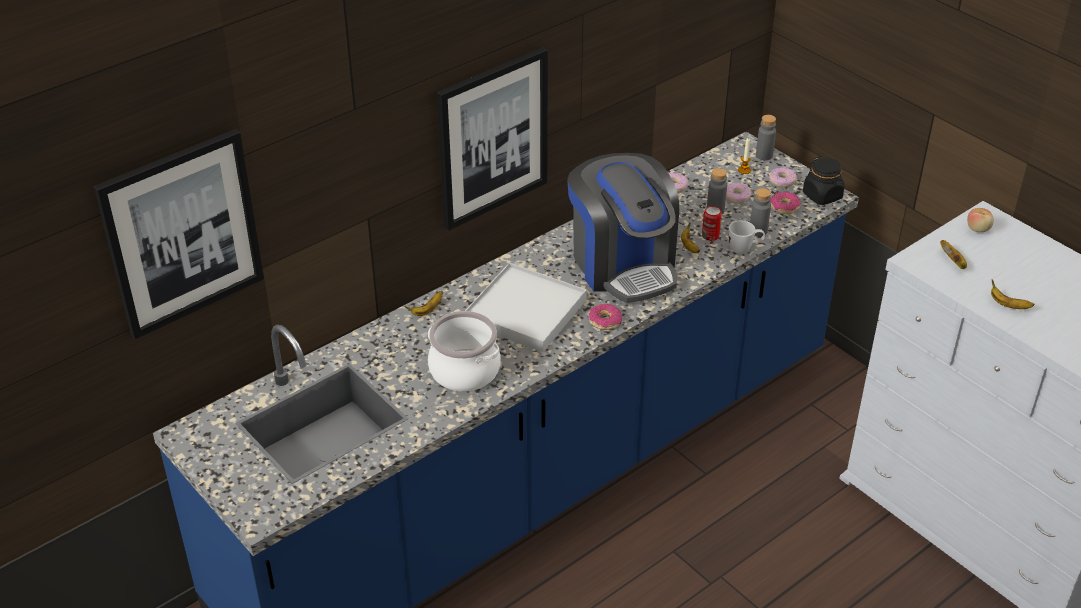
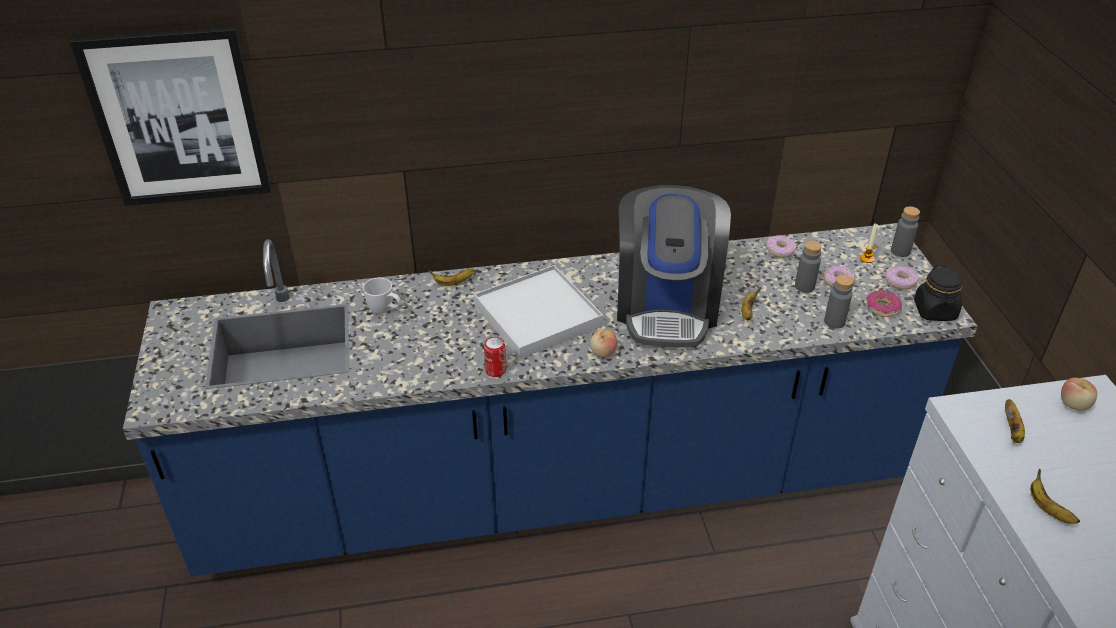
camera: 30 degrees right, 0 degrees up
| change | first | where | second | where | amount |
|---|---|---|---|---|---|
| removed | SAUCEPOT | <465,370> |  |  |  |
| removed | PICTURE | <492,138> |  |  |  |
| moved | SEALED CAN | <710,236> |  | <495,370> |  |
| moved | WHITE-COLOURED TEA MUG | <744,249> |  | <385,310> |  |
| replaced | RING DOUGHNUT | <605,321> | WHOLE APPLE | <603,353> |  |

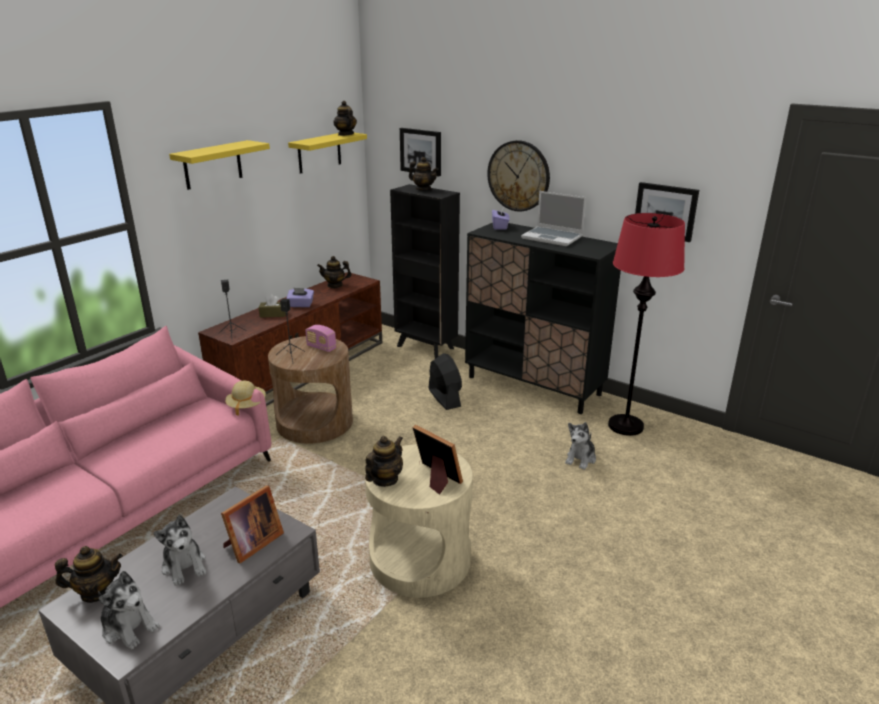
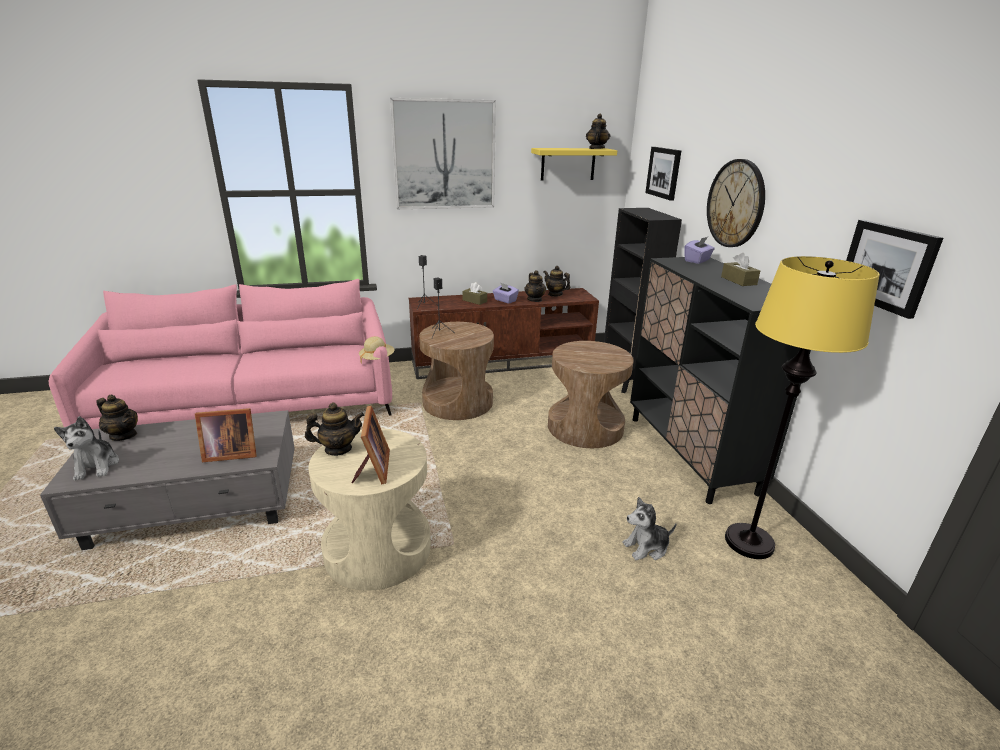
camera: 40 degrees right, 0 degrees up
| change | first | where | second | where | amount |
|---|---|---|---|---|---|
| removed | SOFT TOY | <184,566> |  |  |  |
| removed | RADIO SET | <321,348> |  |  |  |
| moved | POT FOR TEA | <423,189> |  | <534,299> |  |
| replaced | YELLOWISH BRACKET SHELF | <212,165> | PICTURE | <444,155> |  |
| replaced | BLACK-COLOURED COOLING FAN | <444,398> | BROWN ACCENT TABLE | <585,427> |  |
| replaced | NOTEBOOK COMPUTER | <553,237> | BROWN BOX OF TISSUES | <738,281> |  |
| recoloured | REDDISH STANDARD LAMP | <625,426> | YELLOWISH STANDARD LAMP | <749,542> |  |

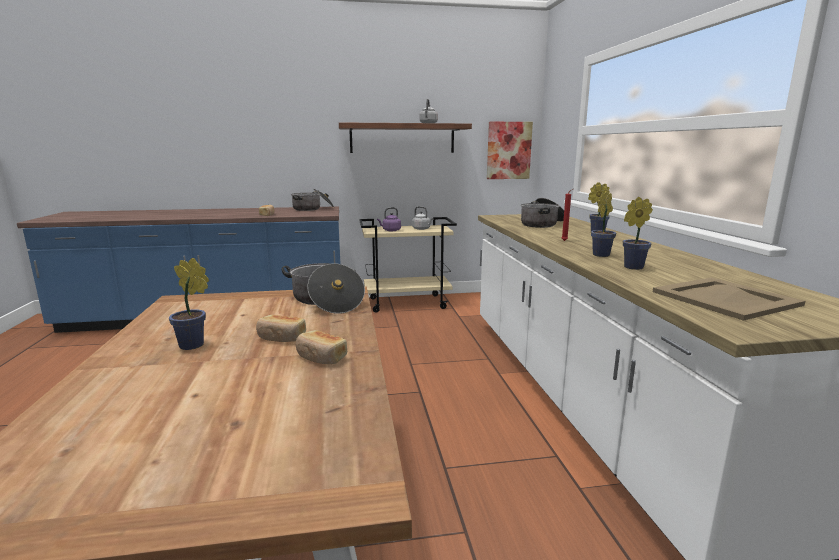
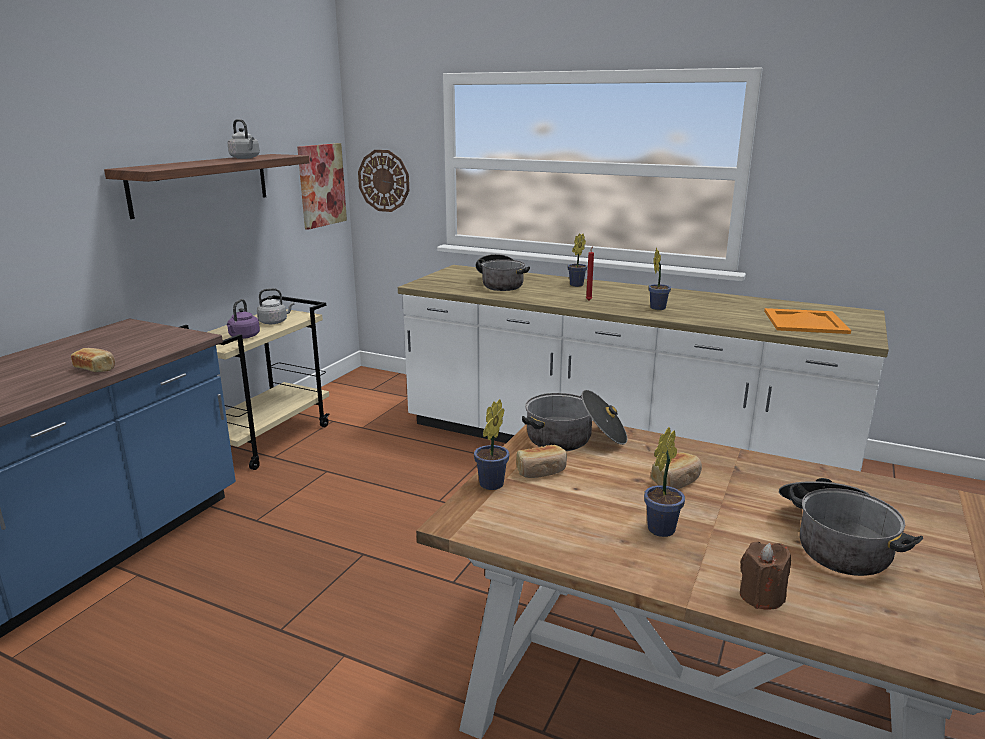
camera: 55 degrees left, 5 degrees up
| change | first | where | second | where | amount |
|---|---|---|---|---|---|
| added |  |  | HANGING CLOCK | <384,181> |  |
| added |  |  | BROWN WAX LIGHT | <761,596> |  |
| moved | SAUCEPOT | <313,208> |  | <834,541> |  |
| moved | BAKERY BREAD | <321,357> |  | <541,471> |  |
| moved | HOUSEPLANT | <631,267> |  | <489,486> |  |
| recoloured | BEIGE-COLOURED CARRYING TRAY | <723,298> | ORANGEY CARRYING TRAY | <804,322> |  |

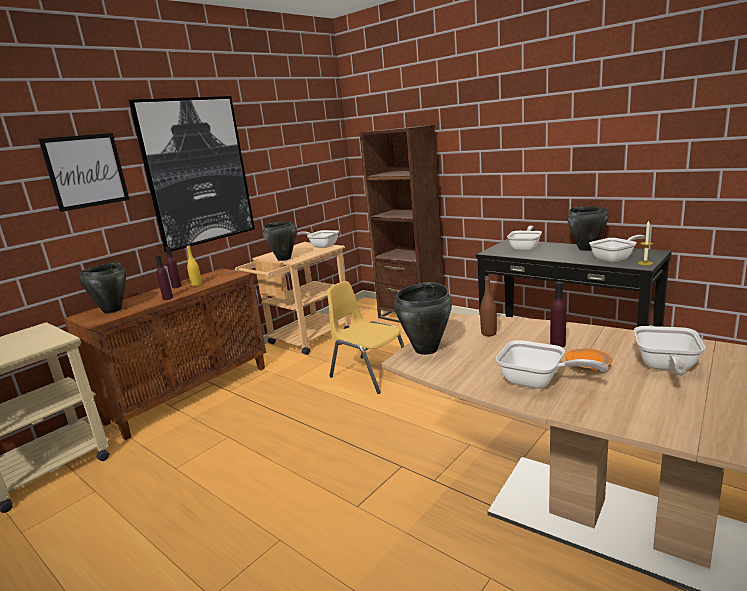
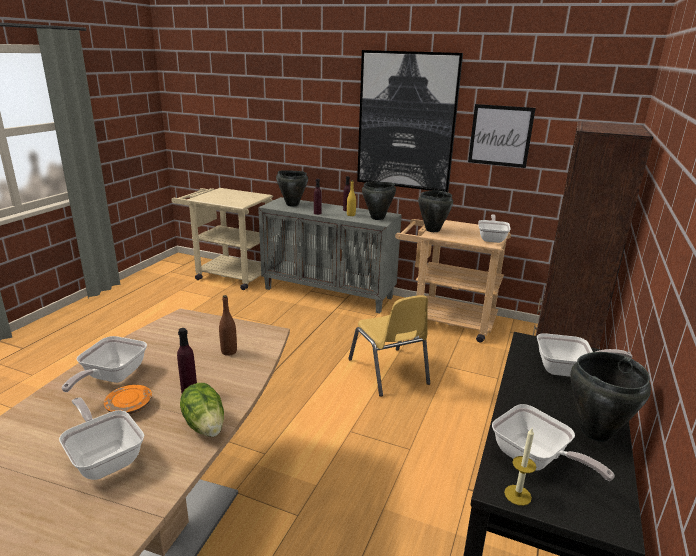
camera: 70 degrees right, 5 degrees up
| change | first | where | second | where | amount |
|---|---|---|---|---|---|
| added |  |  | HEAD OF LETTUCE | <205,425> |  |
| moved | PICTURE | <86,171> |  | <500,136> |  |
| moved | BLACK-COLOURED SAUCEPOT | <426,349> |  | <377,218> |  |
| recoloured | BROWN CUPBOARD | <190,393> | GRAY CUPBOARD | <329,293> |  |
| turned | YELLOWISH UPRIGHT CHAIR | <370,373> |  | <388,372> | 135 degrees clockwise |
| turned | SKILLET | <665,368> |  | <105,458> | 45 degrees clockwise |

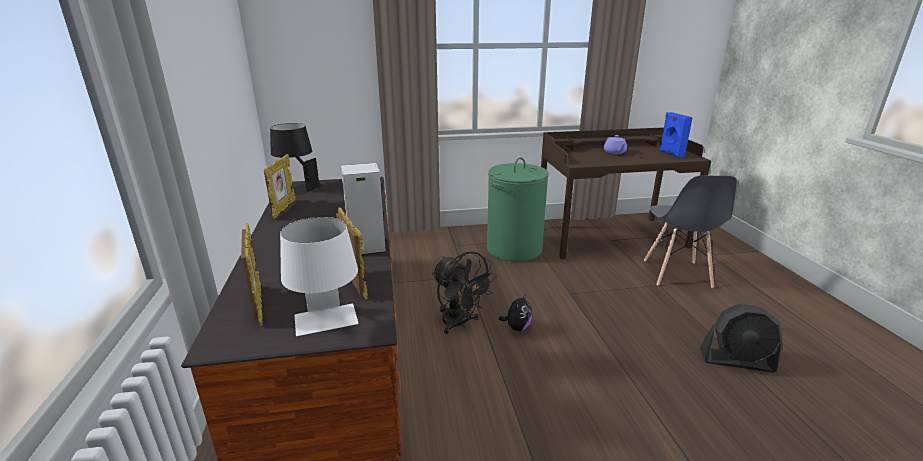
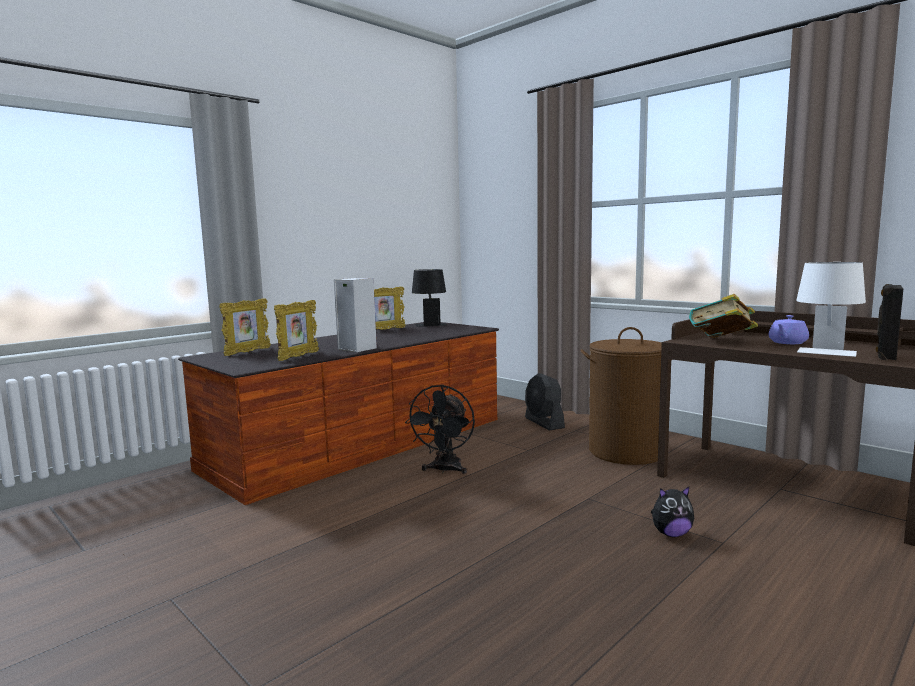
camera: 55 degrees right, 15 degrees down
| change | first | where | second | where | amount |
|---|---|---|---|---|---|
| removed | GRAY UPRIGHT CHAIR | <676,273> |  |  |  |
| added |  |  | BOOK | <722,341> |  |
| moved | WHITE-COLOURED TABLETOP LAMP | <327,326> |  | <826,353> |  |
| moved | SOFT TOY | <517,327> |  | <671,534> |  |
| moved | BLACK-COLOURED COOLING FAN | <737,361> |  | <544,423> |  |
| recoloured | GREEN HAMPER | <514,249> | BROWN HAMPER | <626,452> |  |
| recoloured | BLUISH AUDIO SPEAKER | <670,153> | BLACK-COLOURED AUDIO SPEAKER | <885,355> |  |

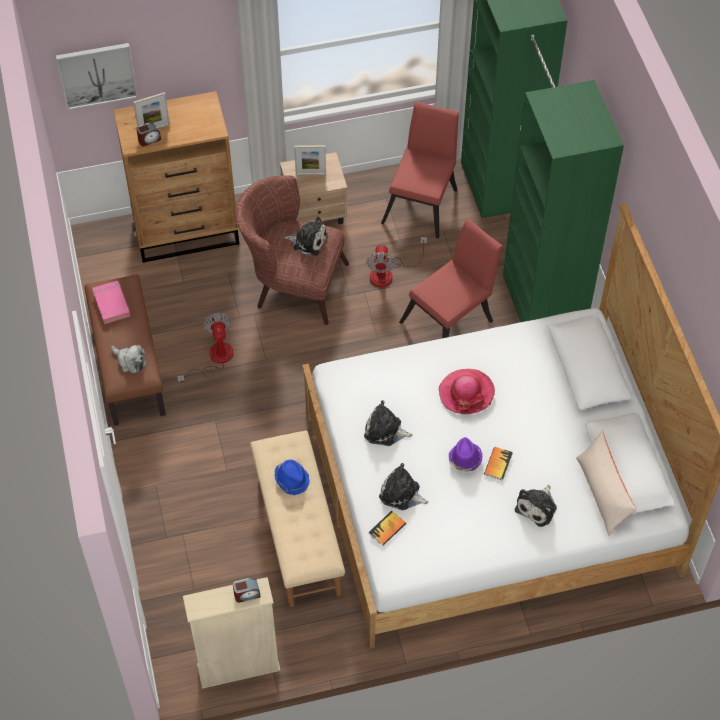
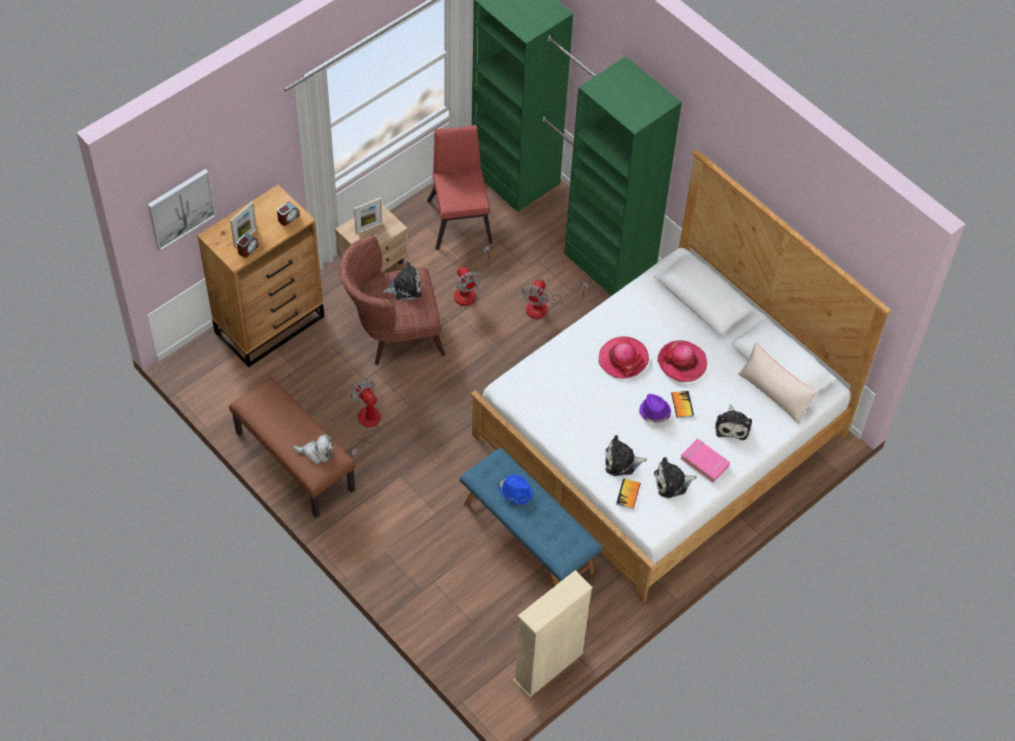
camera: 30 degrees left, 0 degrees up
| change | first | where | second | where | amount |
|---|---|---|---|---|---|
| added |  |  | WEARABLE HAT | <682,362> |  |
| moved | PINK BOOK | <112,304> |  | <704,462> |  |
| moved | BEDSIDE CLOCK | <247,594> |  | <288,218> |  |
| moved | SOFT TOY | <385,431> |  | <672,482> |  |
| replaced | REDDISH UPRIGHT CHAIR | <451,319> | COOLING FAN | <544,307> |  |
| recoloured | BEIGE-COLOURED INDOOR BENCH | <299,532> | BLUISH INDOOR BENCH | <529,537> |  |

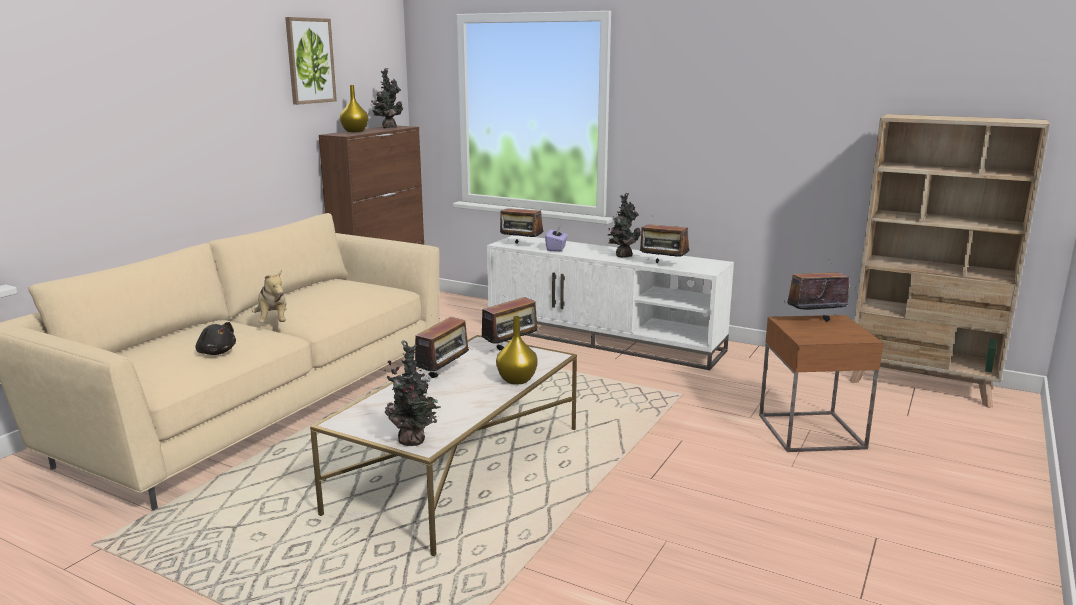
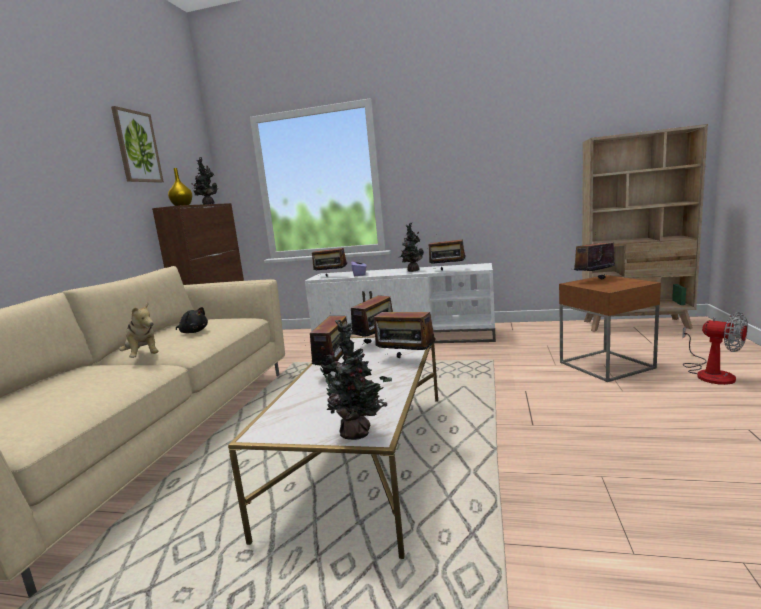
camera: 15 degrees left, 5 degrees down
| change | first | where | second | where | amount |
|---|---|---|---|---|---|
| added |  |  | COOLING FAN | <710,373> |  |
| moved | BLACK-COLOURED SOFT TOY | <216,352> |  | <193,332> |  |
| replaced | YELLOWISH FLOWER VASE | <517,380> | RADIO SET | <406,361> |  |

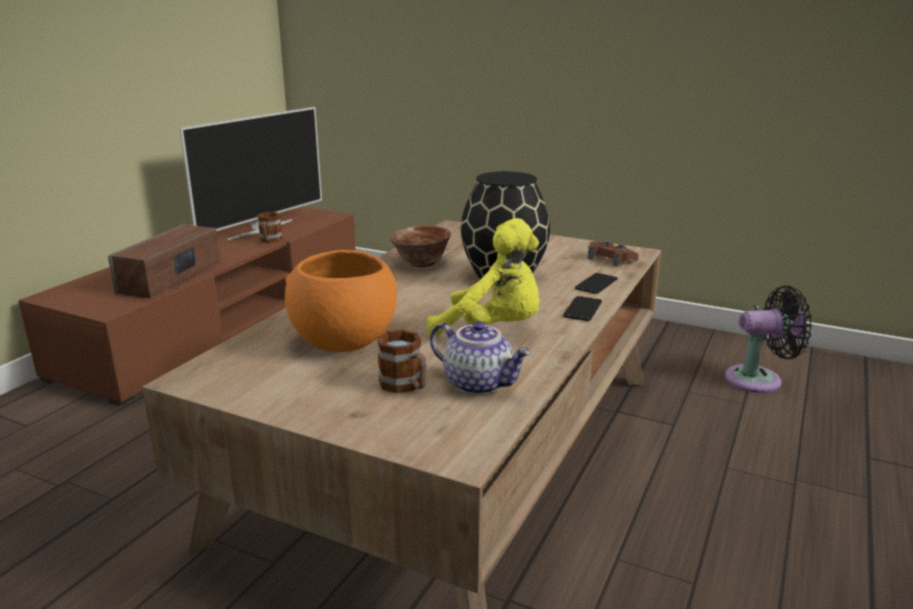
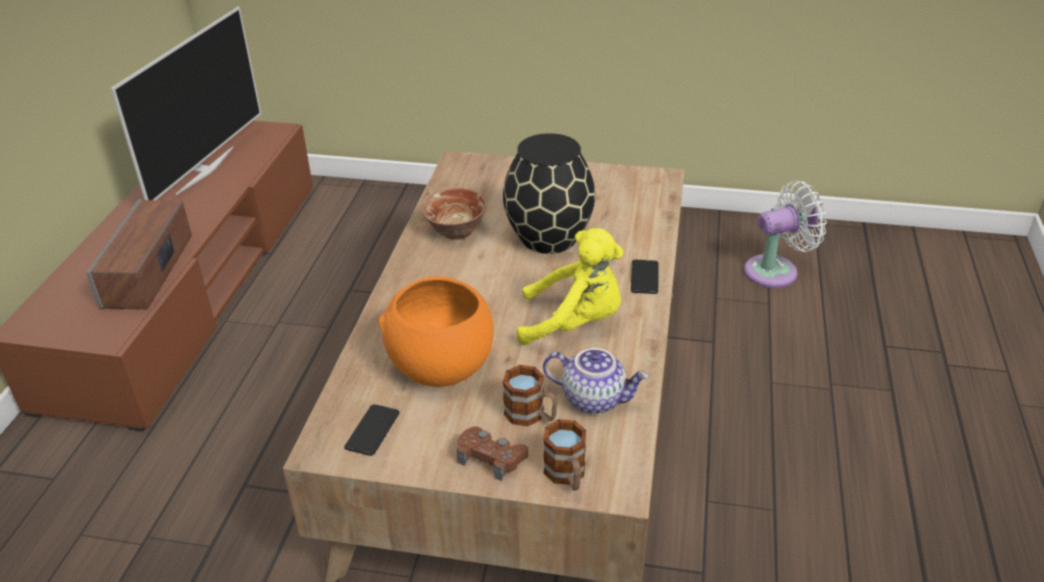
camera: 15 degrees left, 15 degrees up
| change | first | where | second | where | amount |
|---|---|---|---|---|---|
| moved | TEA MUG | <269,241> |  | <567,475> |  |
| moved | PHONE | <596,284> |  | <372,430> |  |
| moved | BROWN JOYPAD | <611,259> |  | <491,457> |  |
| recoloured | BLACK-COLOURED COOLING FAN | <759,380> | WHITE-COLOURED COOLING FAN | <776,271> |  |

